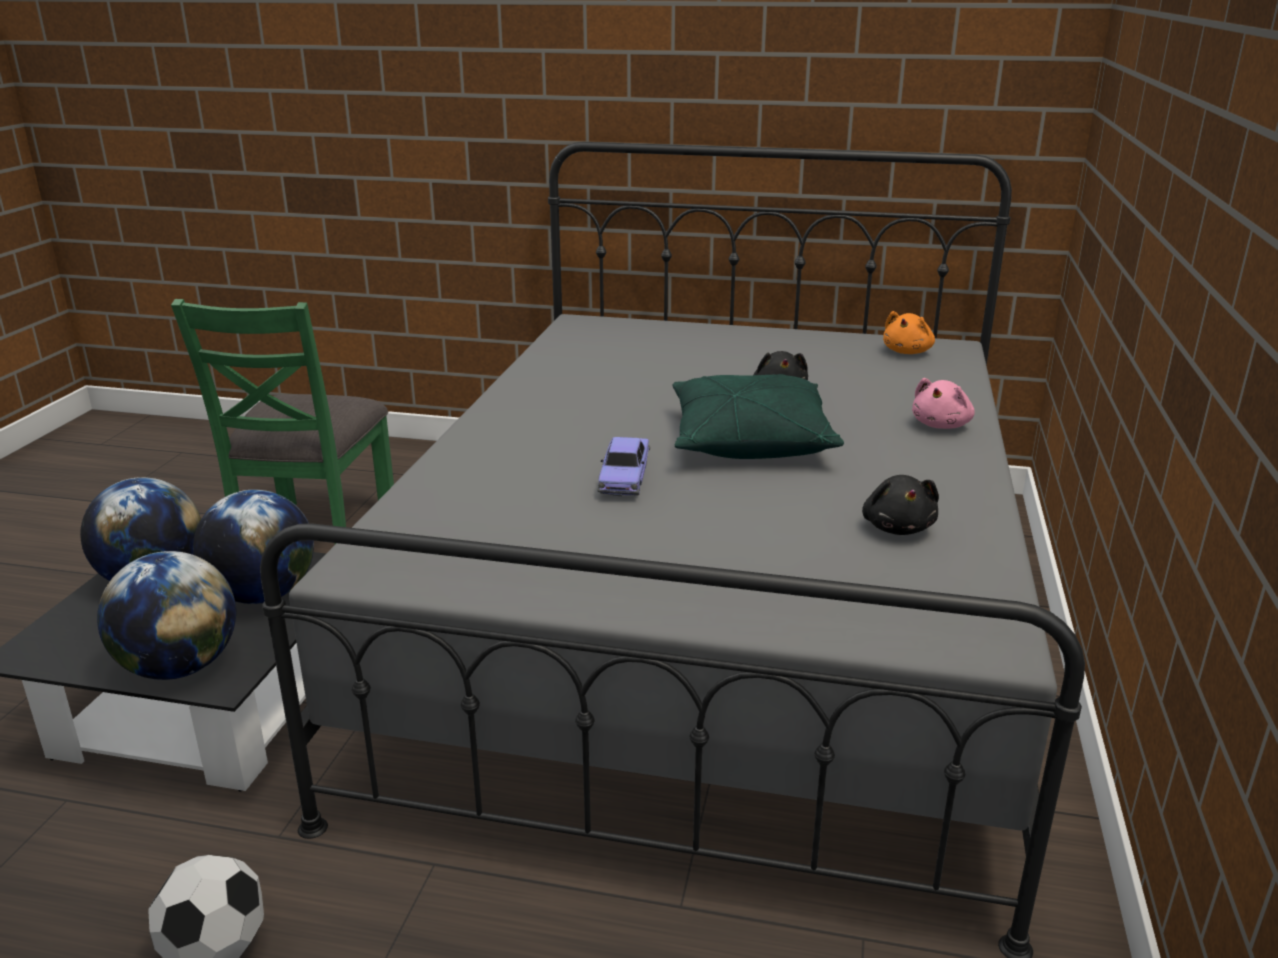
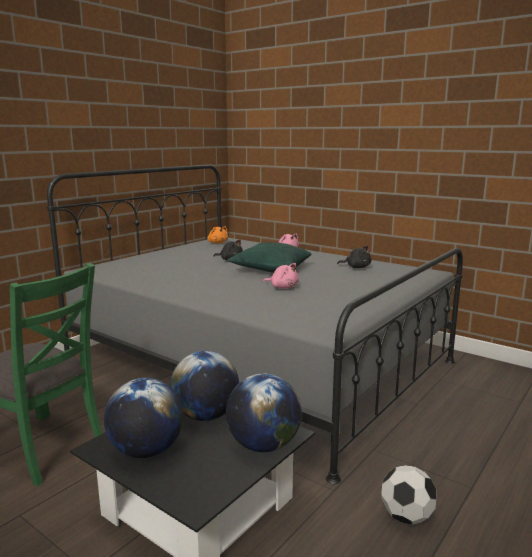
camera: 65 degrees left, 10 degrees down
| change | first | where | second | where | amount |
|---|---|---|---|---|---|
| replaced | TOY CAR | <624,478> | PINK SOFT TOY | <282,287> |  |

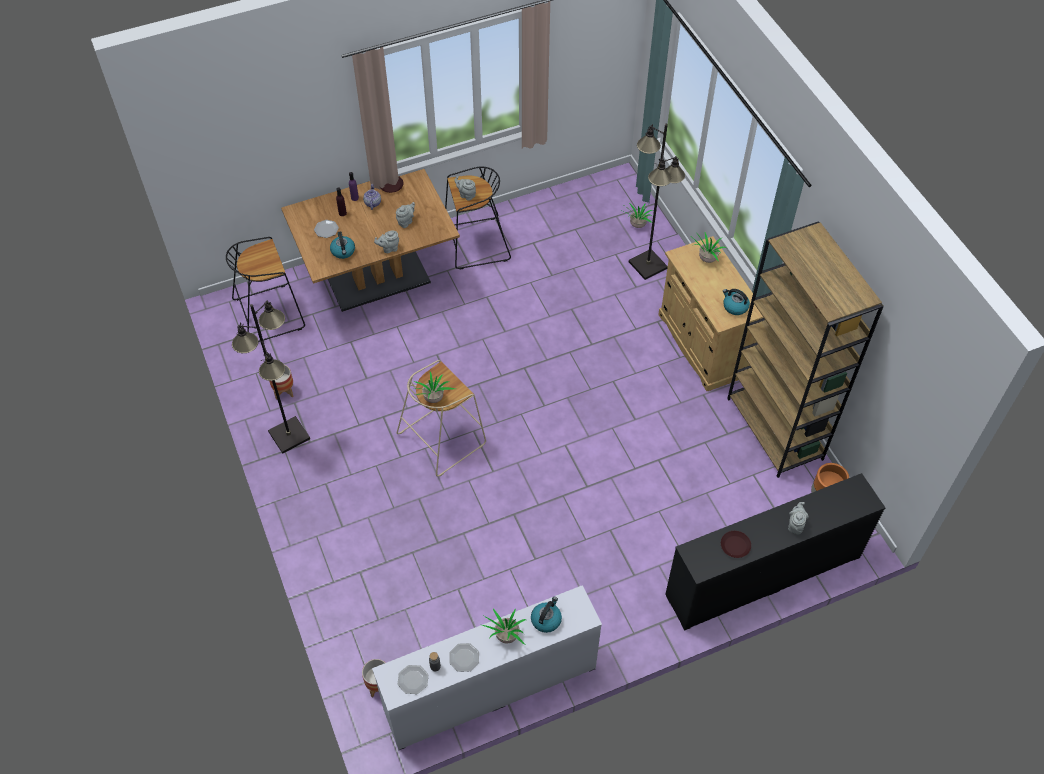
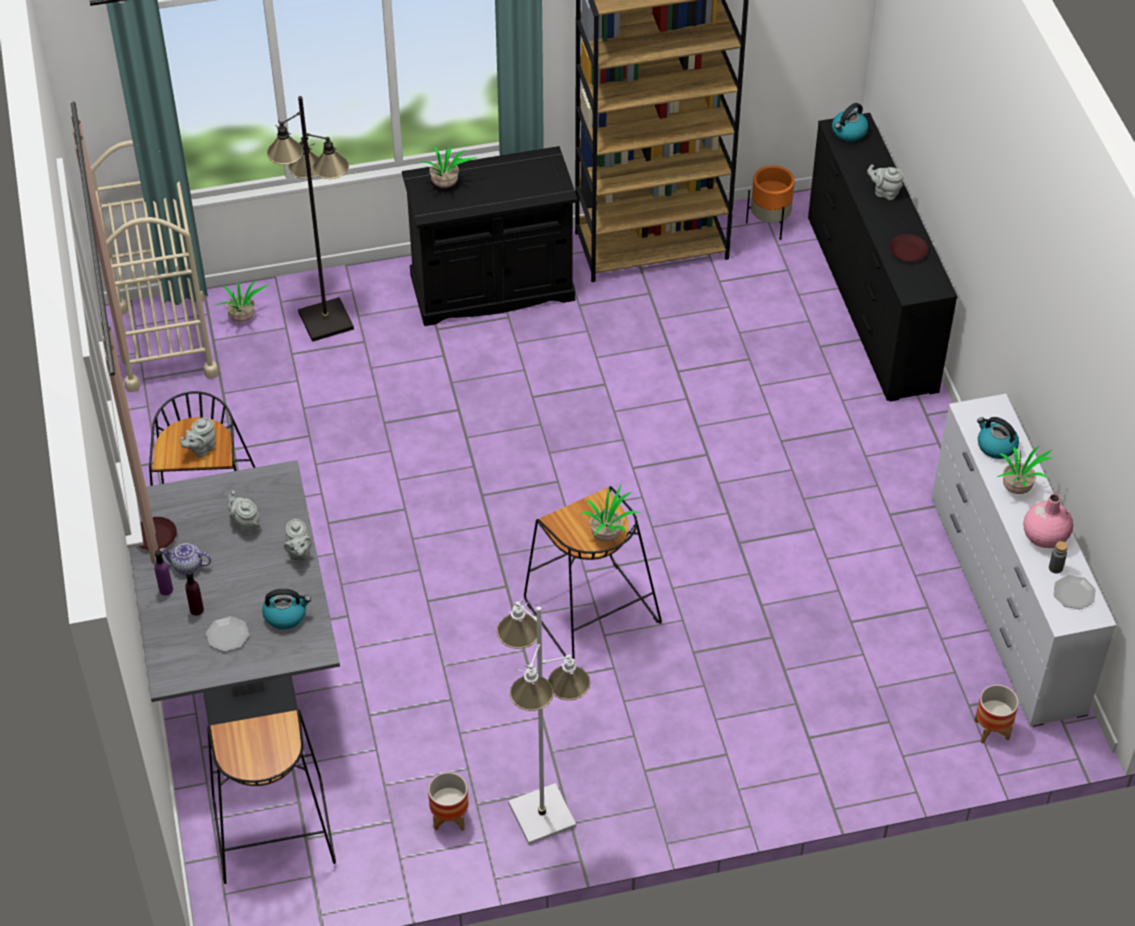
camera: 80 degrees left, 5 degrees down
| change | first | where | second | where | amount |
|---|---|---|---|---|---|
| added |  |  | BEIGE-COLOURED TROLLEY | <165,342> |  |
| moved | WATER KETTLE | <735,307> |  | <848,132> |  |
| replaced | FLAT DISH | <464,657> | PINK FLOWER VASE | <1045,536> |  |
| recoloured | BLACK-COLOURED STANDARD LAMP | <290,435> | WHITE-COLOURED STANDARD LAMP | <542,814> |  |
| recoloured | BROWN KITCHEN TABLE | <378,279> | GRAY KITCHEN TABLE | <243,664> |  |
| recoloured | BEIGE-COLOURED SITTING STOOL | <442,437> | BLACK-COLOURED SITTING STOOL | <589,611> |  |
| recoloured | BEIGE-COLOURED CUPBOARD | <703,344> | BLACK-COLOURED CUPBOARD | <492,288> |  |

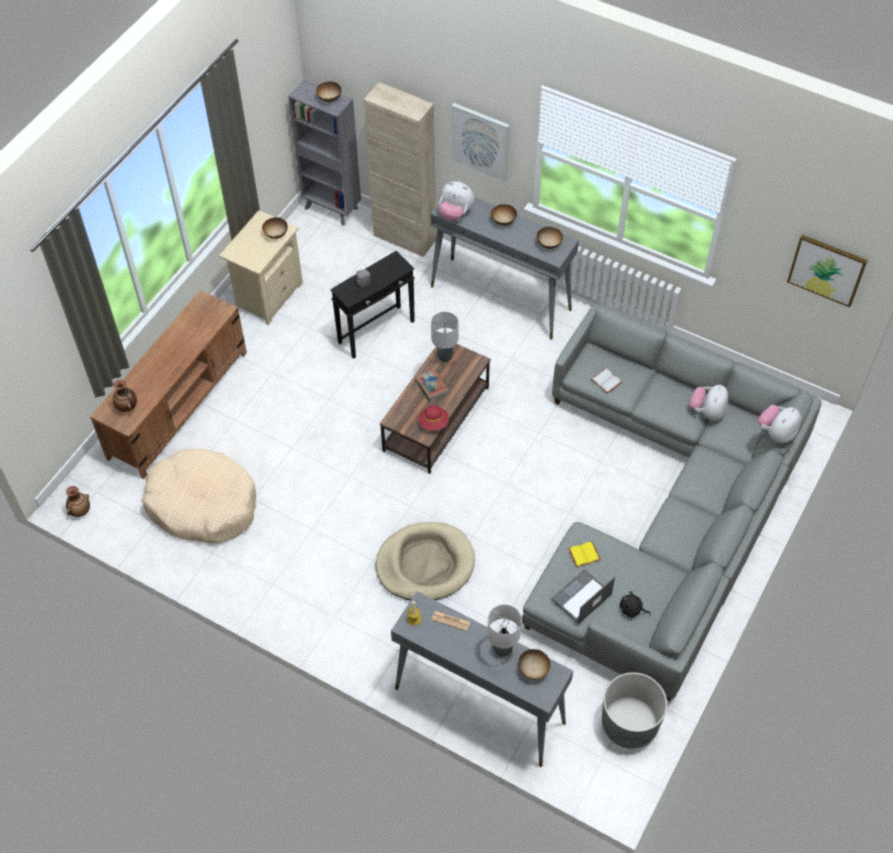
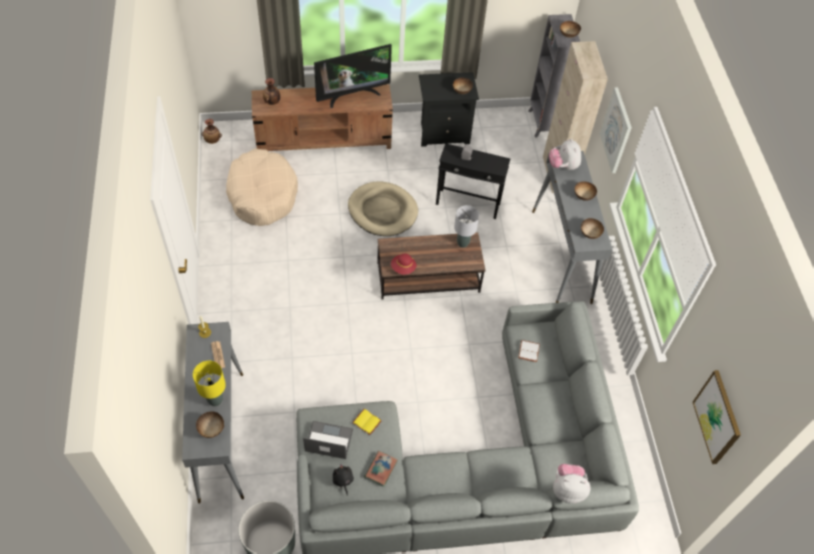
camera: 50 degrees right, 0 degrees up
| change | first | where | second | where | amount |
|---|---|---|---|---|---|
| removed | SOFT TOY | <707,412> |  |  |  |
| added |  |  | TV SET | <352,95> |  |
| moved | BEIGE-COLOURED PET BED | <425,564> |  | <382,211> |  |
| moved | BOOK | <431,386> |  | <381,469> |  |
| recoloured | BEIGE-COLOURED BEDSIDE TABLE | <268,295> | BLACK-COLOURED BEDSIDE TABLE | <443,133> |  |
| recoloured | WHITE-COLOURED TABLETOP LAMP | <502,650> | YELLOWISH TABLETOP LAMP | <215,400> |  |

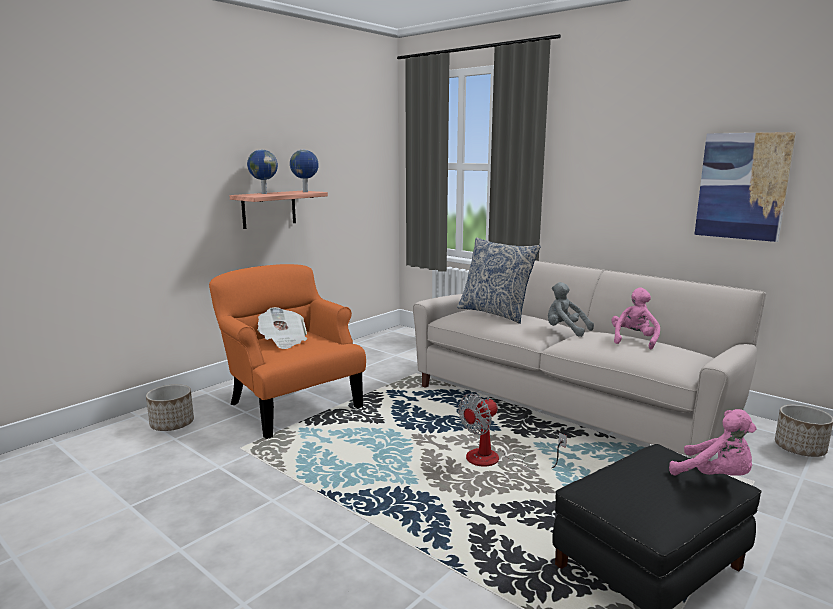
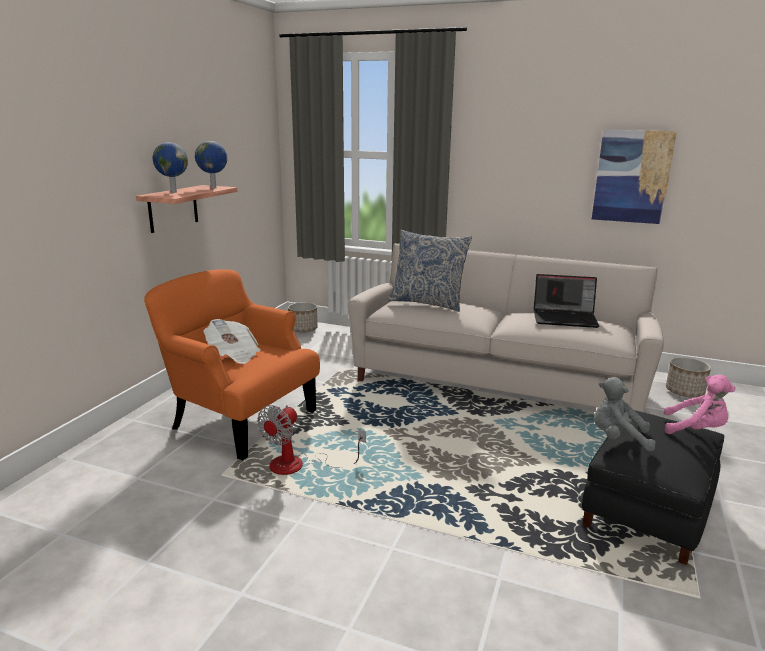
camera: 20 degrees left, 5 degrees up
| change | first | where | second | where | amount |
|---|---|---|---|---|---|
| moved | FLOWER POT | <172,424> |  | <303,329> |  |
| moved | COOLING FAN | <495,460> |  | <299,465> |  |
| moved | GRAY SOFT TOY | <565,330> |  | <617,438> |  |
| replaced | PINK SOFT TOY | <634,340> | NOTEBOOK COMPUTER | <565,318> |  |

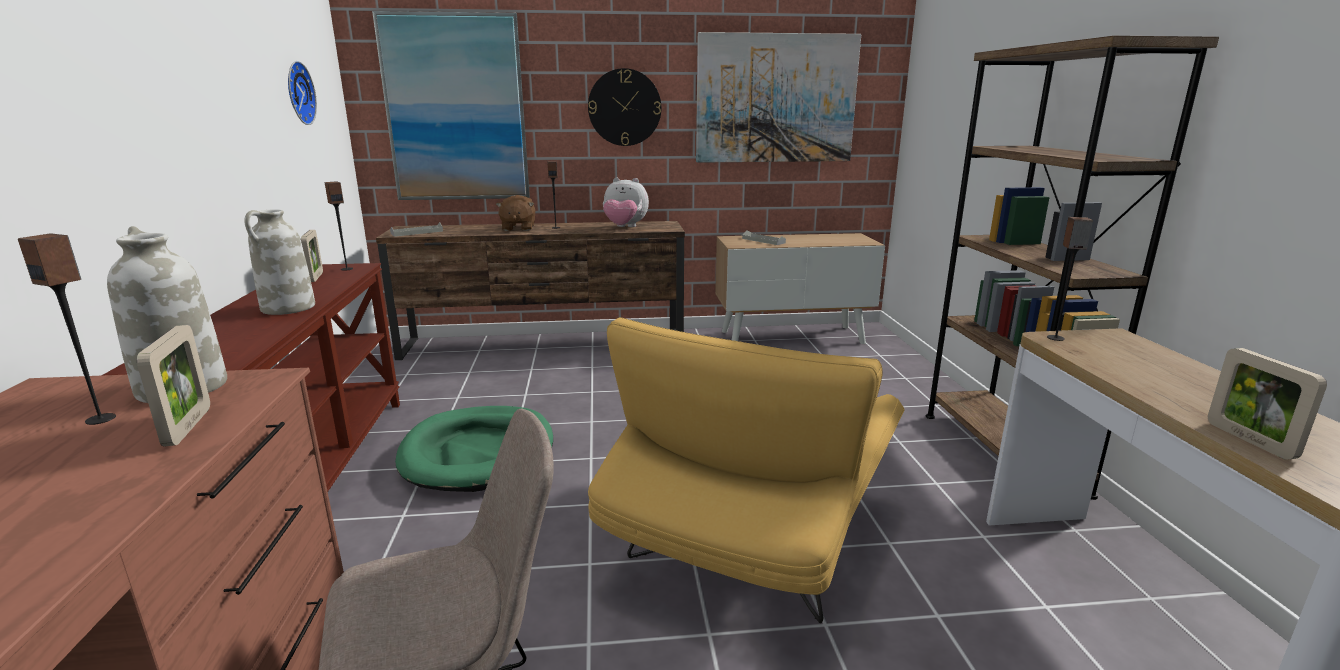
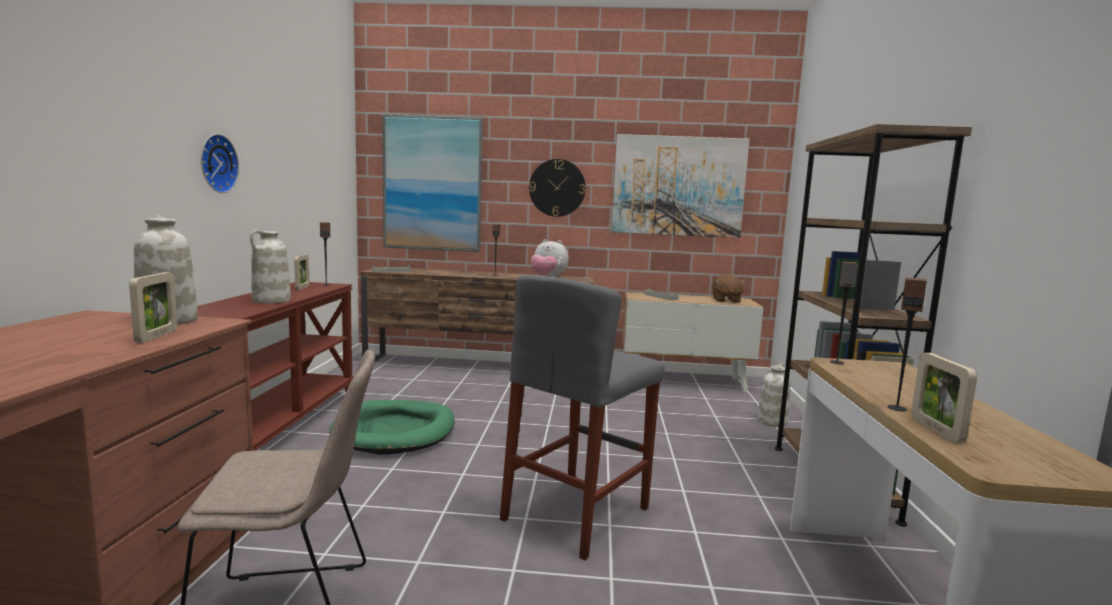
camera: 10 degrees right, 10 degrees down
| change | first | where | second | where | amount |
|---|---|---|---|---|---|
| added |  |  | WHITE-COLOURED FLOWER VASE | <772,421> |  |
| moved | AUDIO SPEAKER | <101,419> |  | <897,408> |  |
| moved | HANGING CLOCK | <297,93> |  | <215,163> |  |
| moved | BROWN SOFT TOY | <518,228> |  | <726,300> |  |
| replaced | YELLOWISH ARMCHAIR | <749,540> | GRAY SITTING STOOL | <576,513> |  |

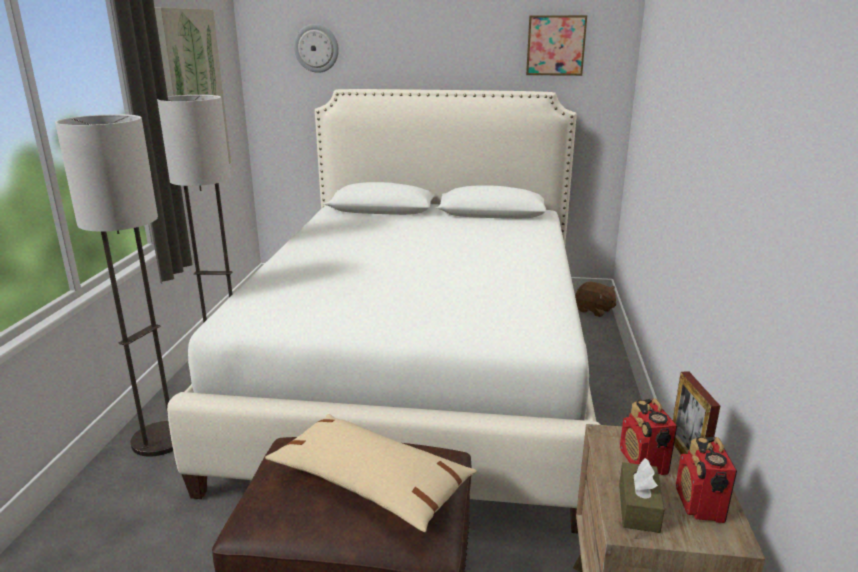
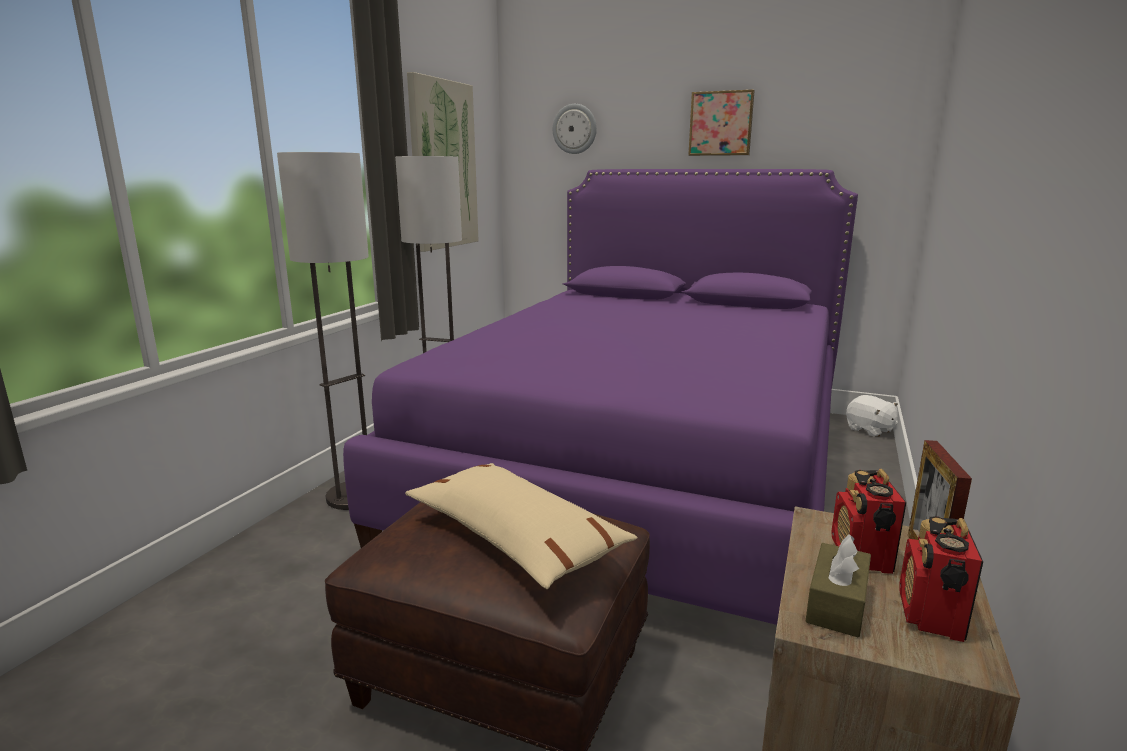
camera: 15 degrees right, 5 degrees down
| change | first | where | second | where | amount |
|---|---|---|---|---|---|
| moved | PICTURE | <555,45> |  | <721,123> |  |
| recoloured | WHITE-COLOURED BEDROOM BED | <420,373> | PURPLISH BEDROOM BED | <643,468> |  |
| recoloured | BROWN SOFT TOY | <594,310> | WHITE-COLOURED SOFT TOY | <870,430> |  |

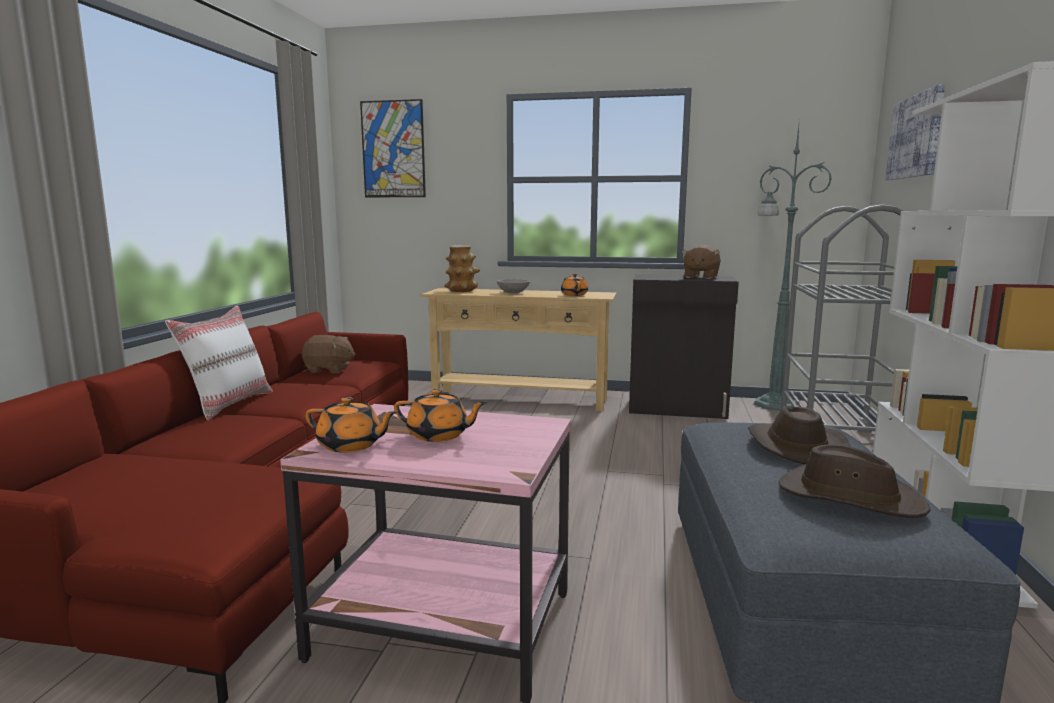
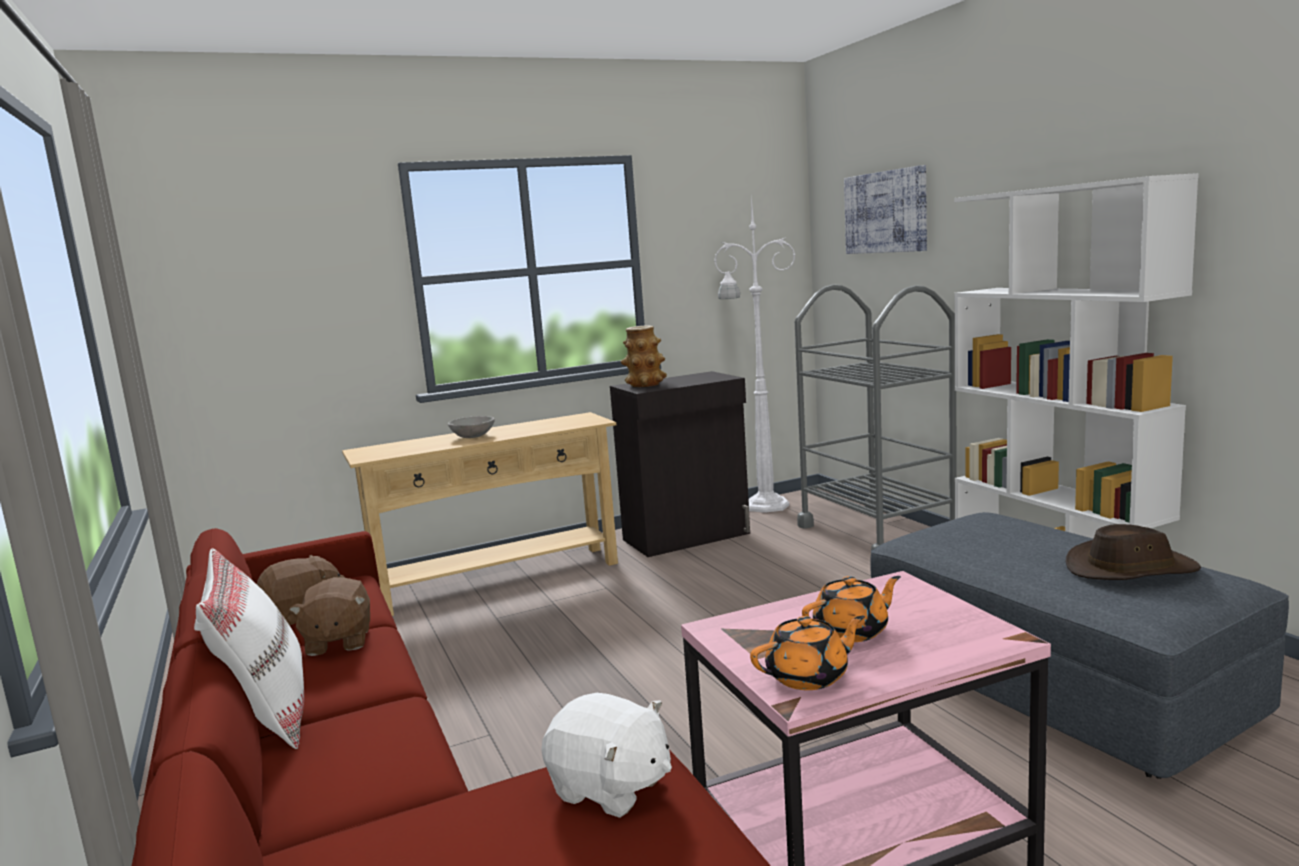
camera: 35 degrees left, 0 degrees up
| change | first | where | second | where | amount |
|---|---|---|---|---|---|
| removed | PICTURE | <393,149> |  |  |  |
| removed | ORANGEY POT FOR TEA | <574,294> |  |  |  |
| removed | BROWN WEARABLE HAT | <794,446> |  |  |  |
| added |  |  | WHITE-COLOURED SOFT TOY | <610,788> |  |
| moved | FLOWER VASE | <462,290> |  | <645,384> |  |
| moved | BROWN SOFT TOY | <700,277> |  | <338,642> |  |
| recoloured | GREEN STANDARD LAMP | <773,404> | WHITE-COLOURED STANDARD LAMP | <763,505> |  |

